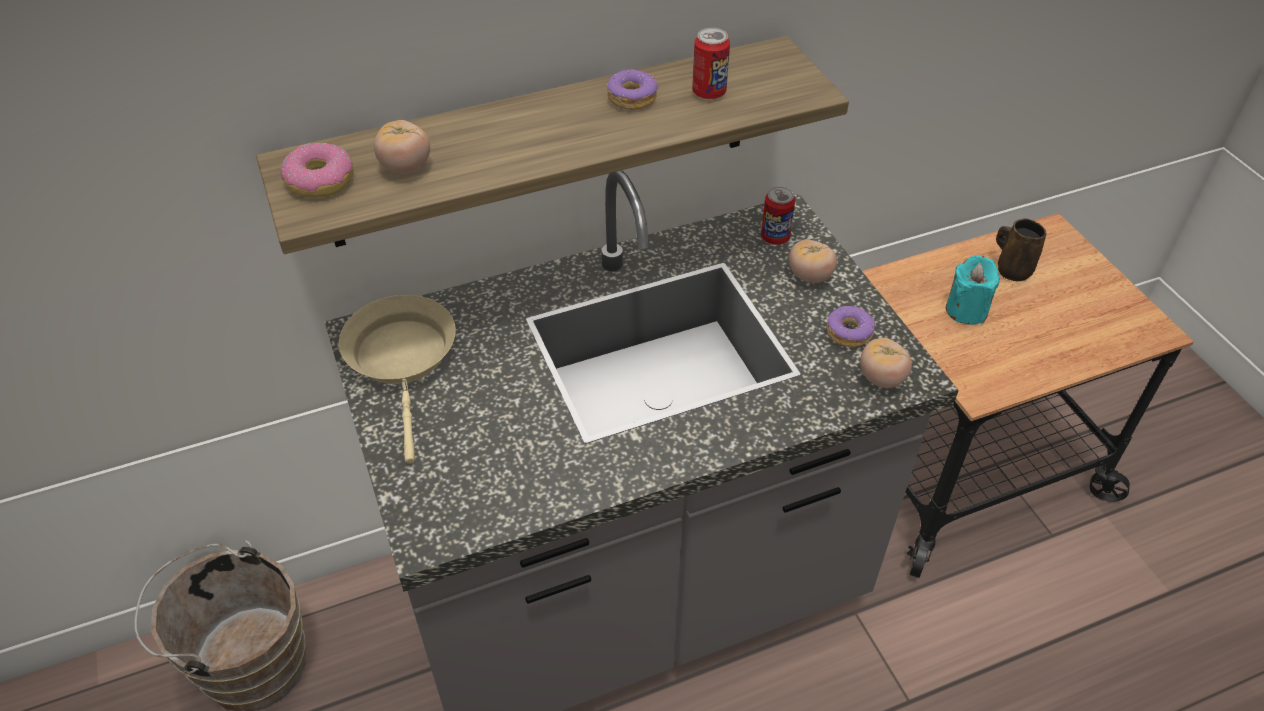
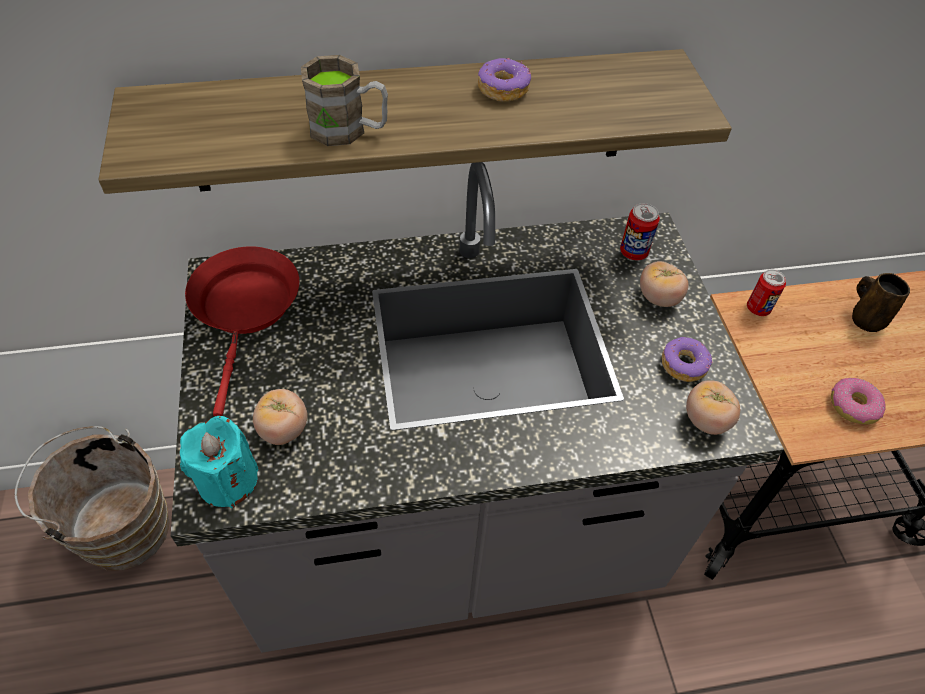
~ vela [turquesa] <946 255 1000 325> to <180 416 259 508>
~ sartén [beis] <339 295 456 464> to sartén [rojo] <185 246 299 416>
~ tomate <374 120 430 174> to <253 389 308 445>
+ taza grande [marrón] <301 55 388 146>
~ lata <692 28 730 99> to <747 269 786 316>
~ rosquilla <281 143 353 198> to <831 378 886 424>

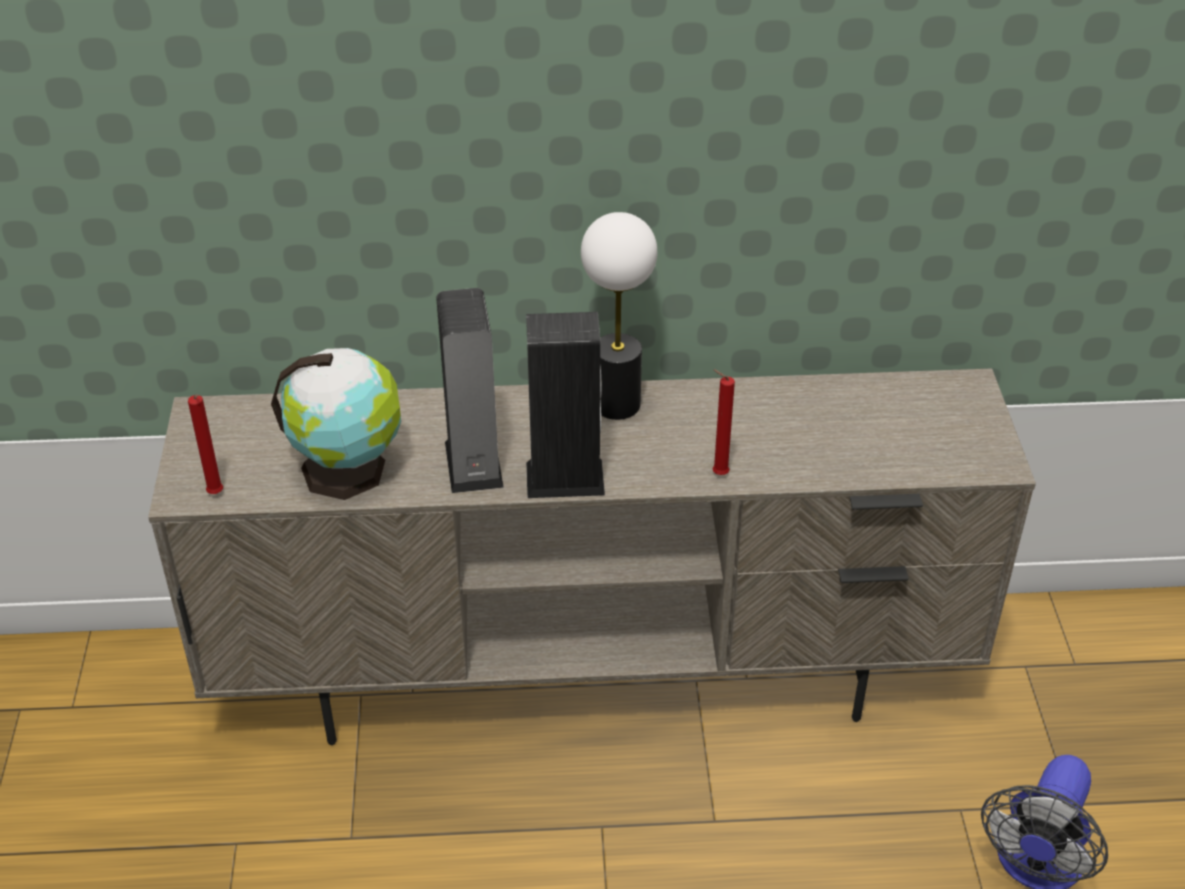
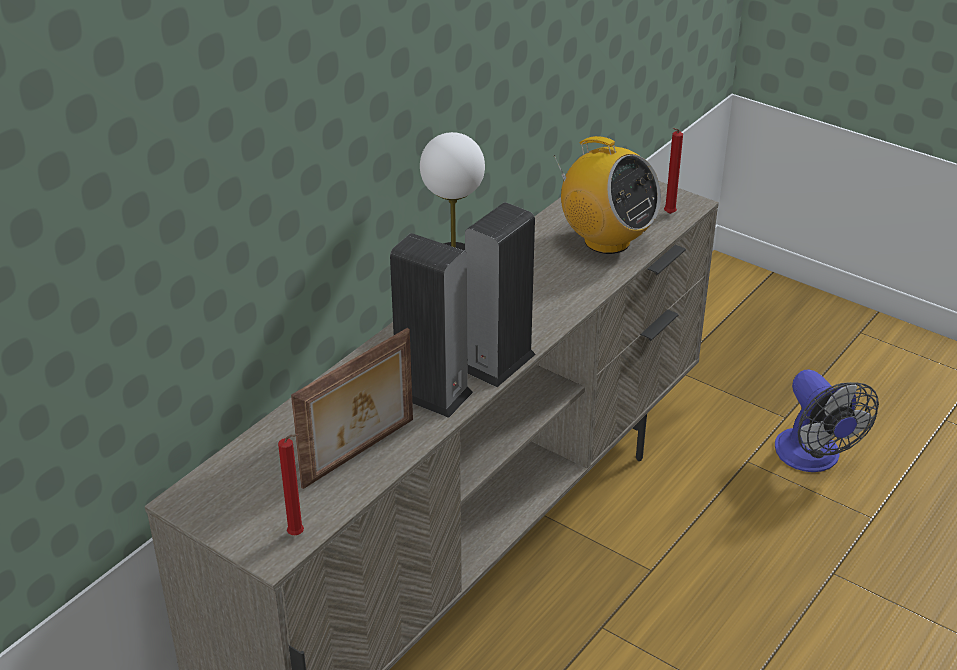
~ globo terráqueo <271 348 401 500> to portarretratos <291 328 413 489>
+ radio <554 136 661 254>
~ vela [rojo] <712 370 735 475> to <664 128 683 214>

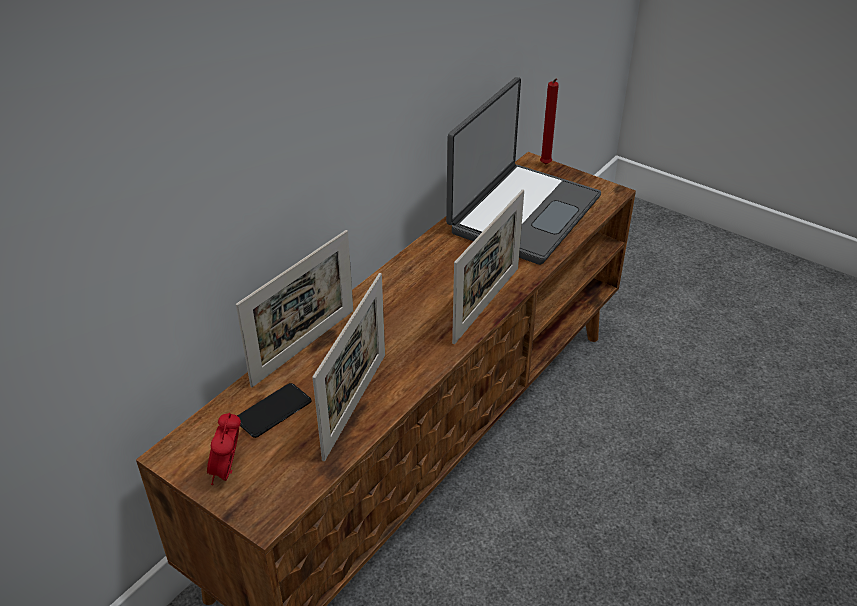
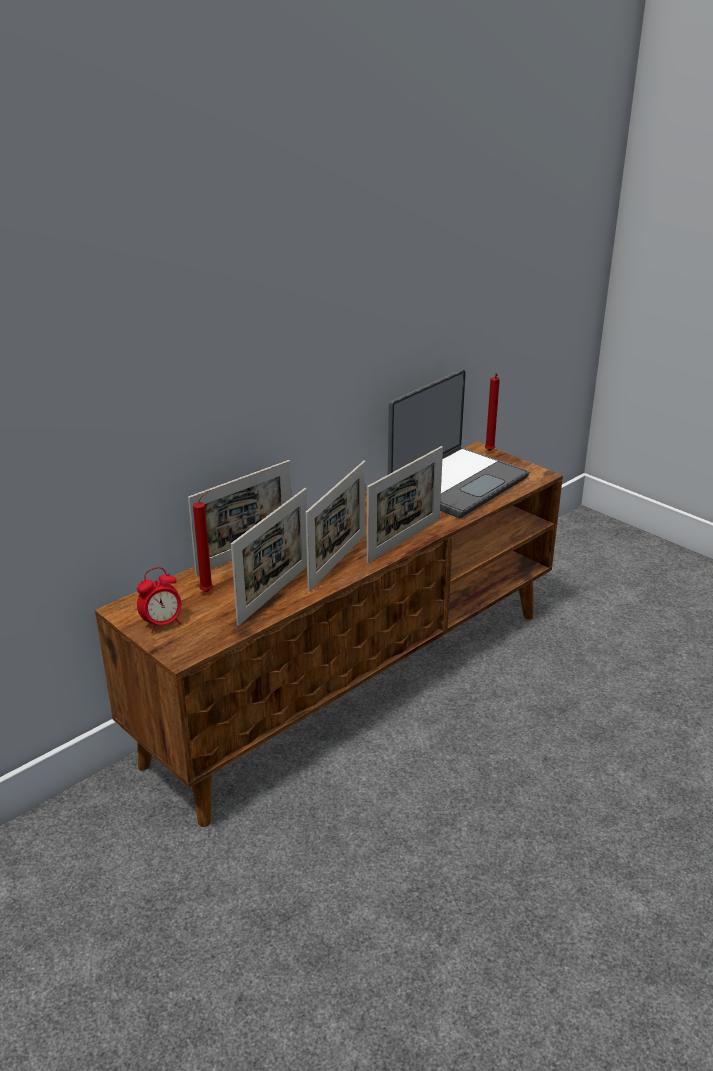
~ despertador <207 413 241 485> = <137 567 181 633> 135 degrees counterclockwise
~ móvil <237 383 312 438> to vela [rojo] <193 491 213 592>
+ portarretratos <306 461 366 591>

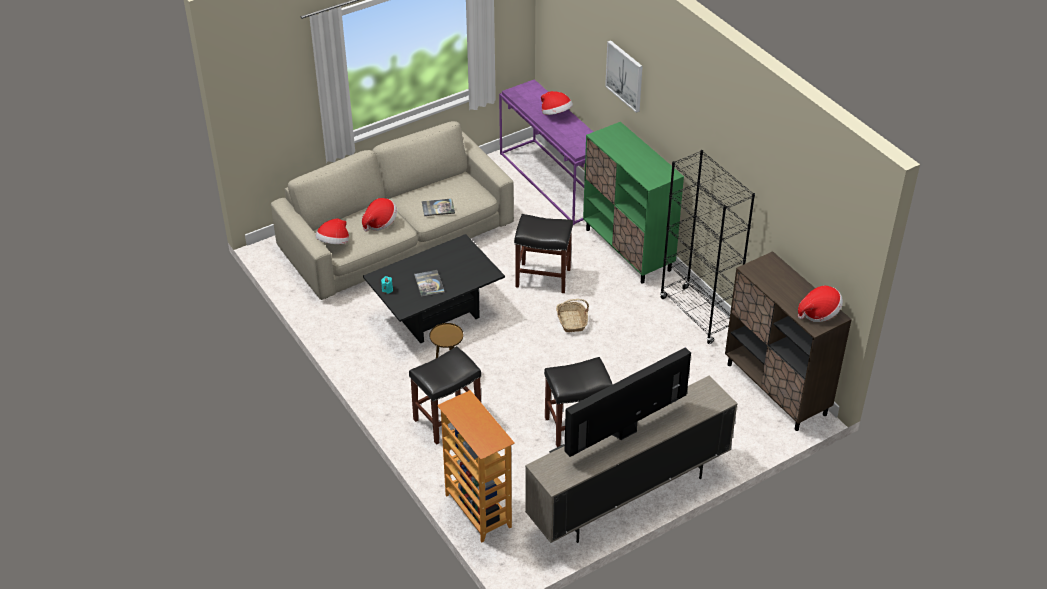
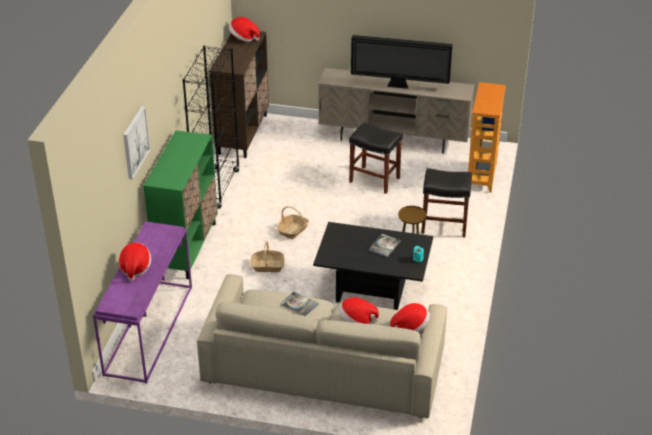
~ taburete [negro] <514 214 573 293> to cesta <251 241 285 272>

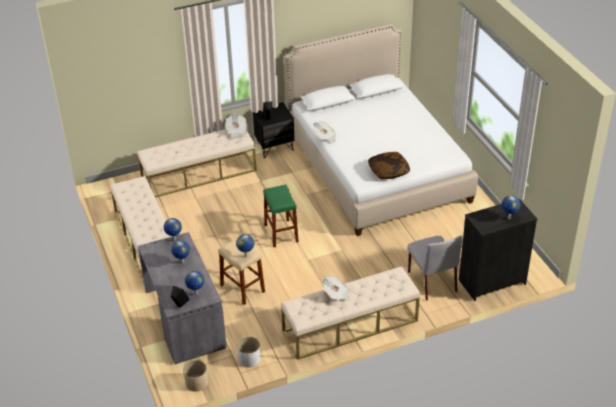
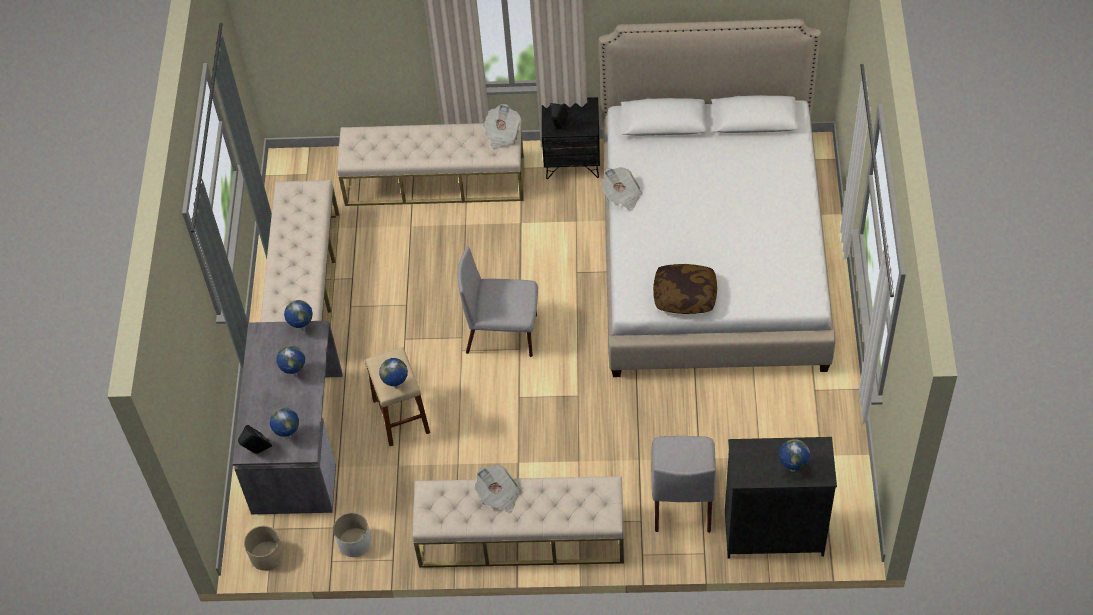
~ taburete [verde] <263 185 299 247> to silla [gris] <457 246 538 357>

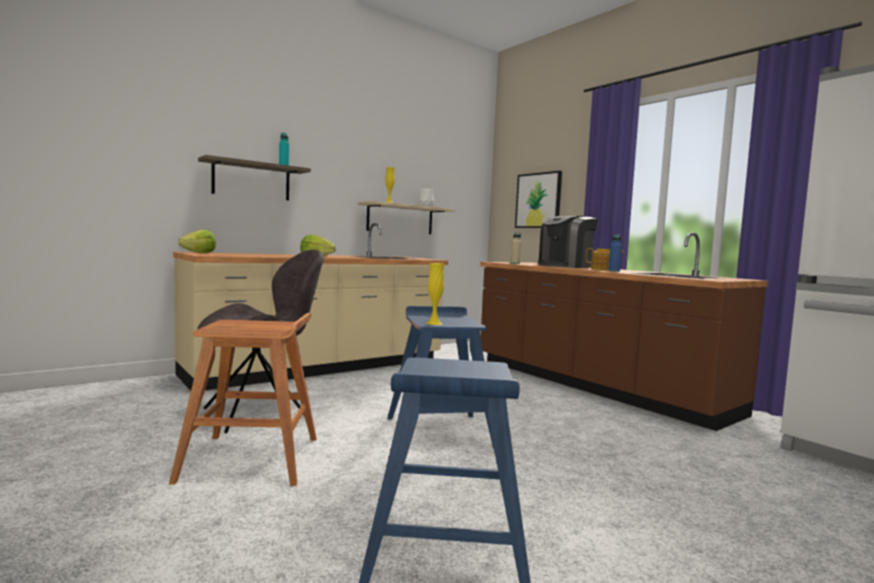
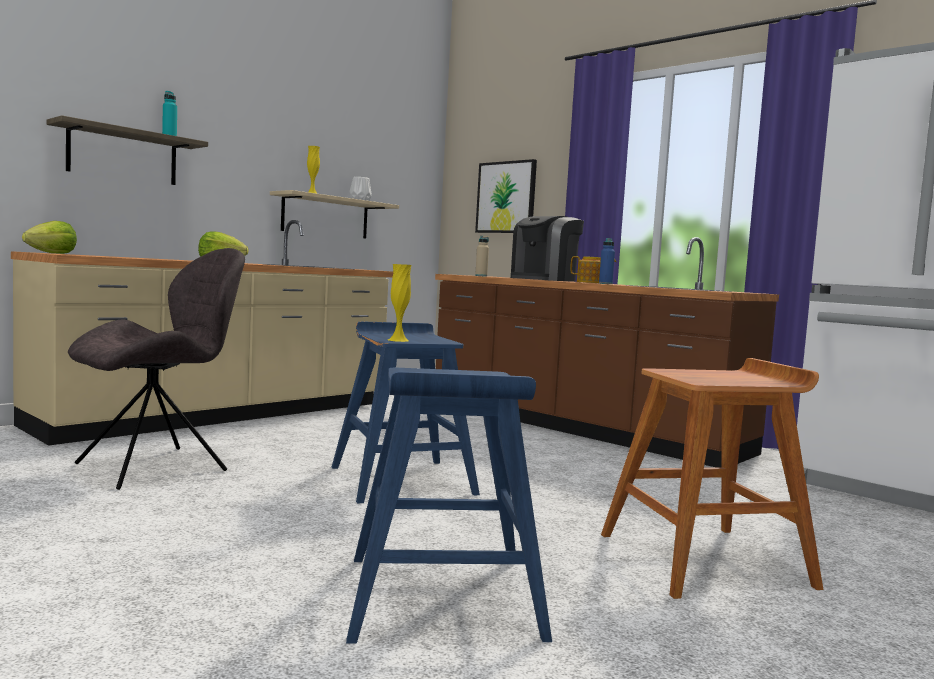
~ taburete [marrón] <169 313 317 486> to <601 358 823 599>

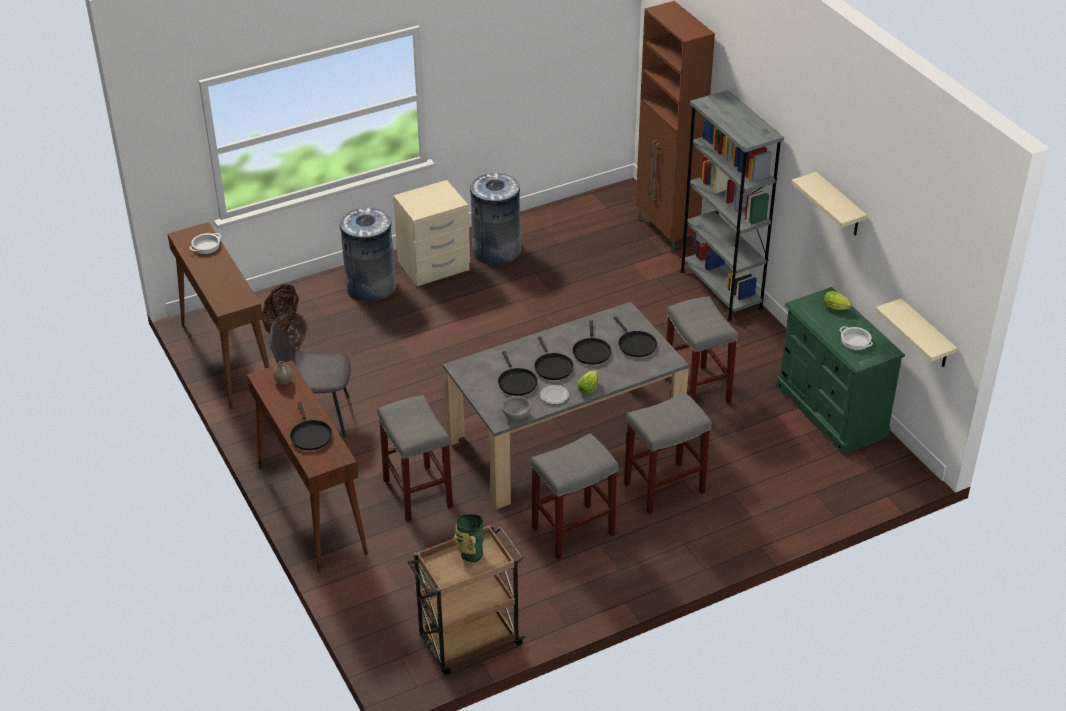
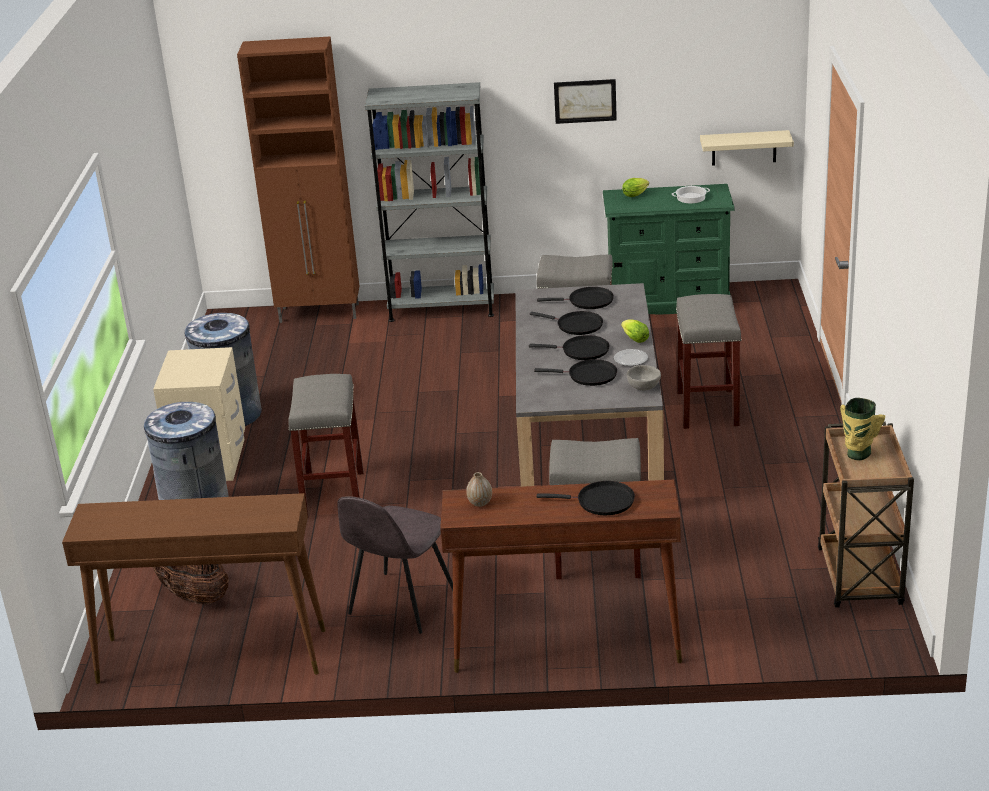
~ taburete [gris] <530 433 619 560> to <288 374 364 516>
~ estante [beis] <791 172 867 236> to cuadro <554 79 617 124>
- olla <189 233 221 254>

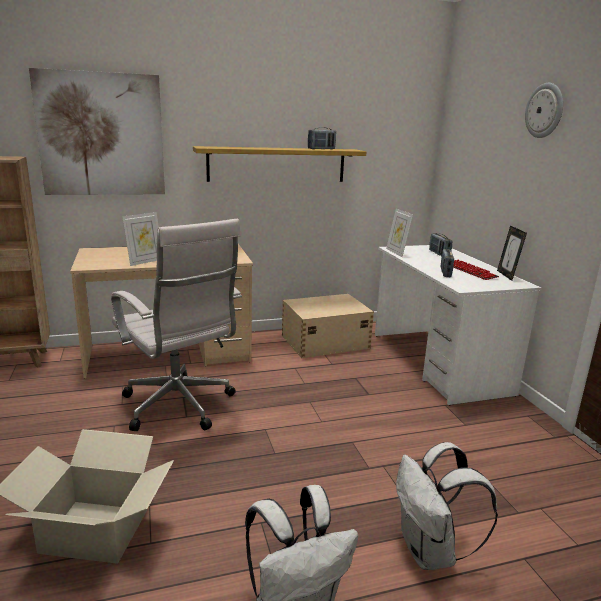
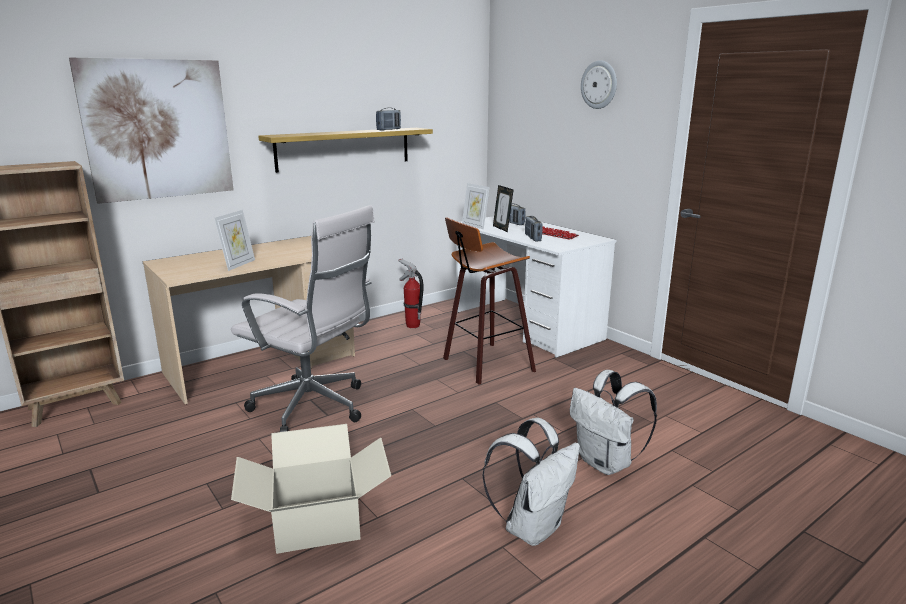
~ caja de almacenaje [beis] <282 294 374 358> to extintor <398 259 424 328>
+ taburete <443 217 536 385>
~ portarretratos <497 225 527 281> to <493 185 514 232>

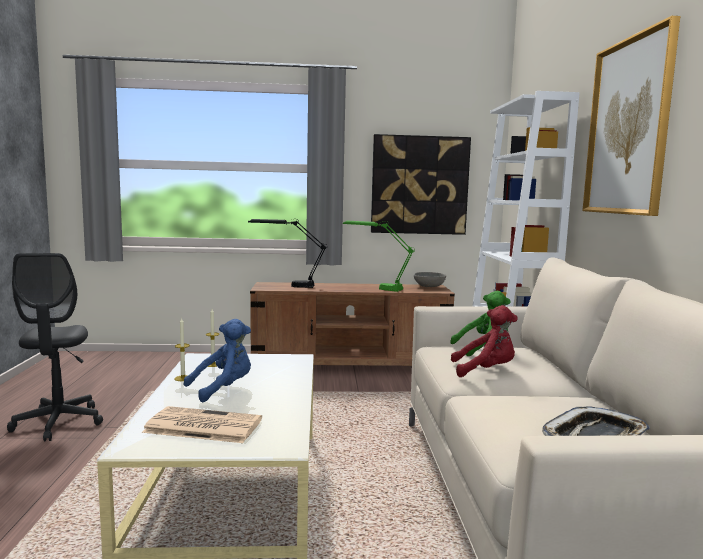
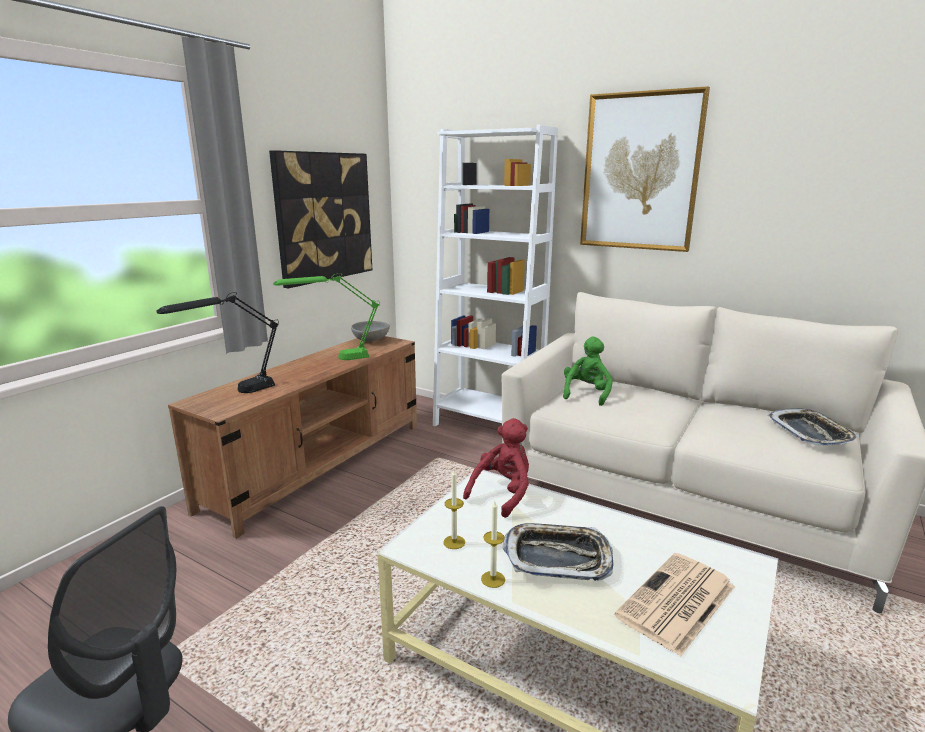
~ peluche [rojo] <451 305 517 377> to <463 418 529 518>
~ peluche [azul] <183 319 251 402> to bandeja <503 523 613 581>

